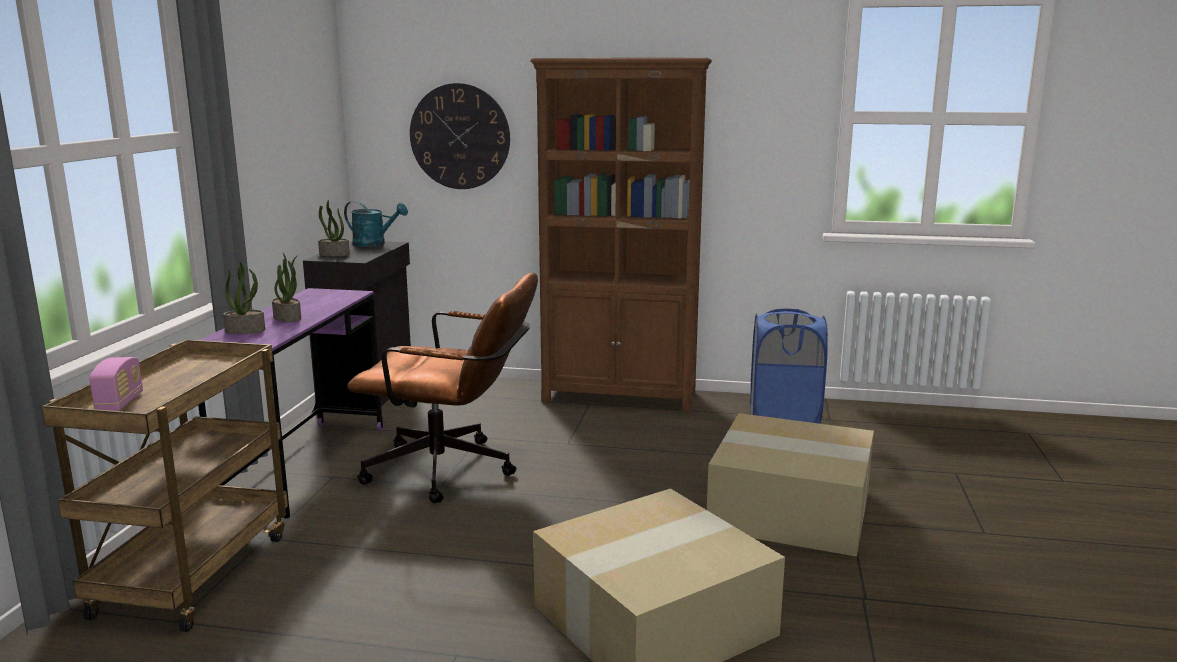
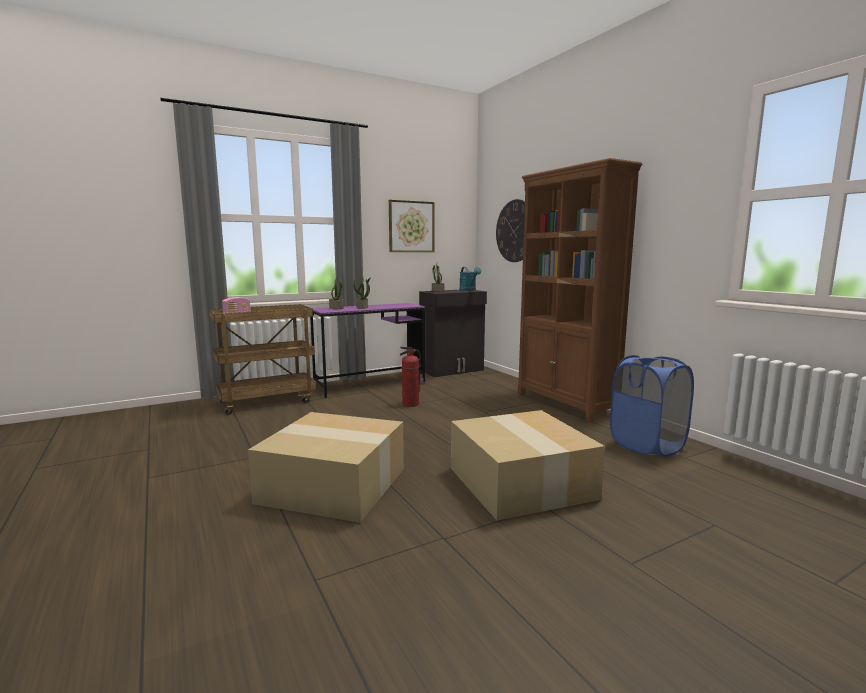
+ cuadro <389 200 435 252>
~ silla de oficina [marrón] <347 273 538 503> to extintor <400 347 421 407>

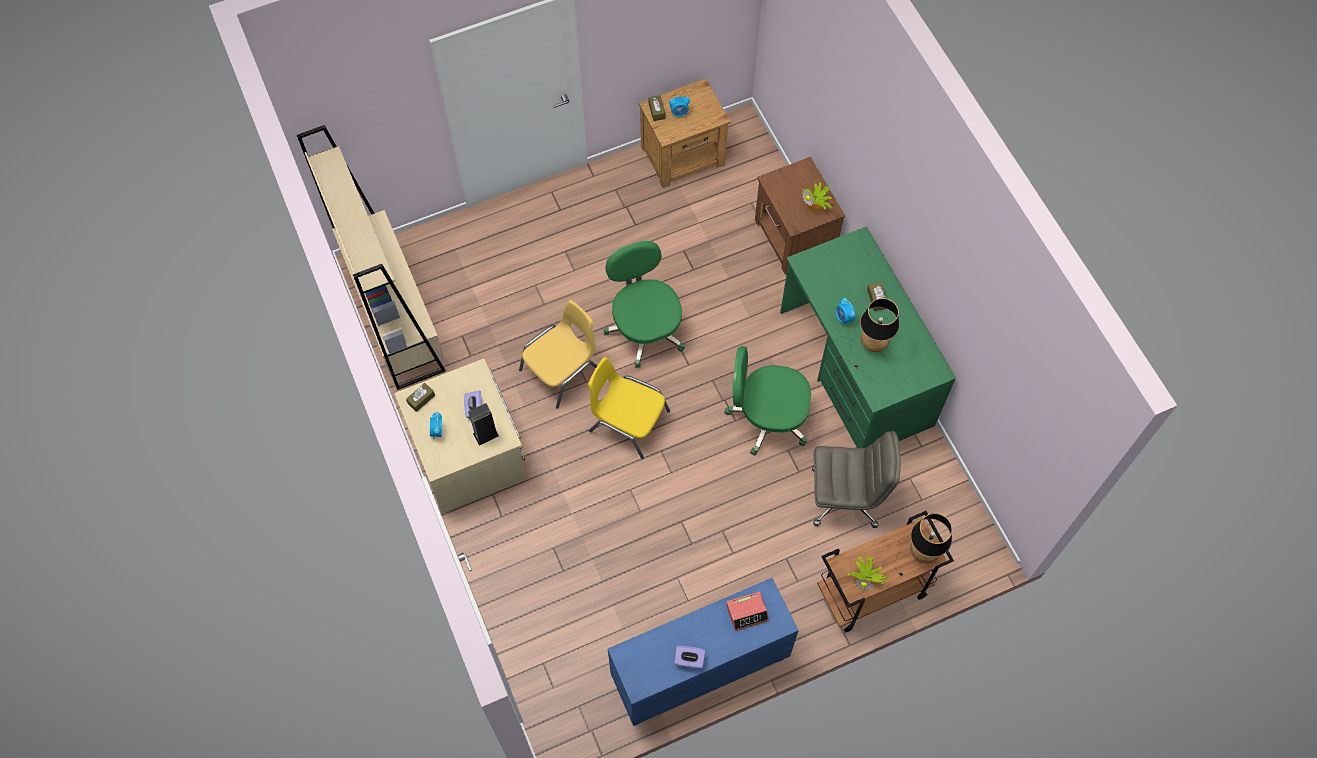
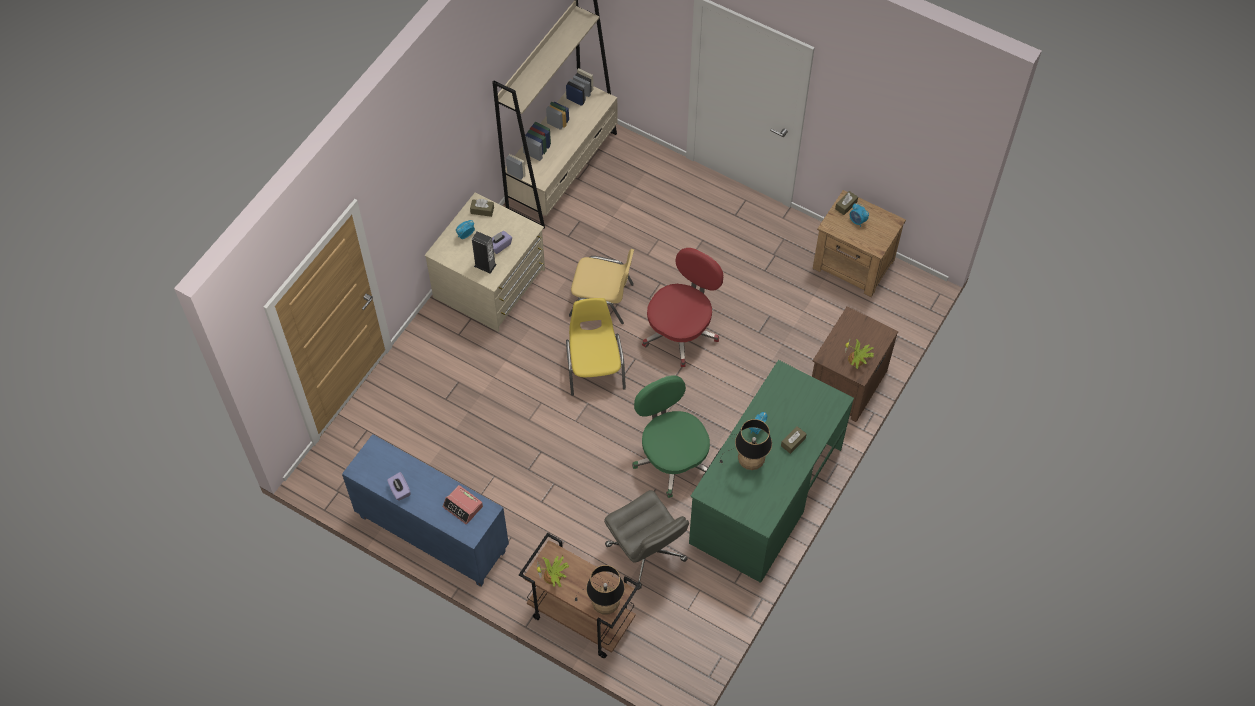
~ silla de oficina [verde] <604 241 685 368> to silla de oficina [rojo] <642 248 723 367>

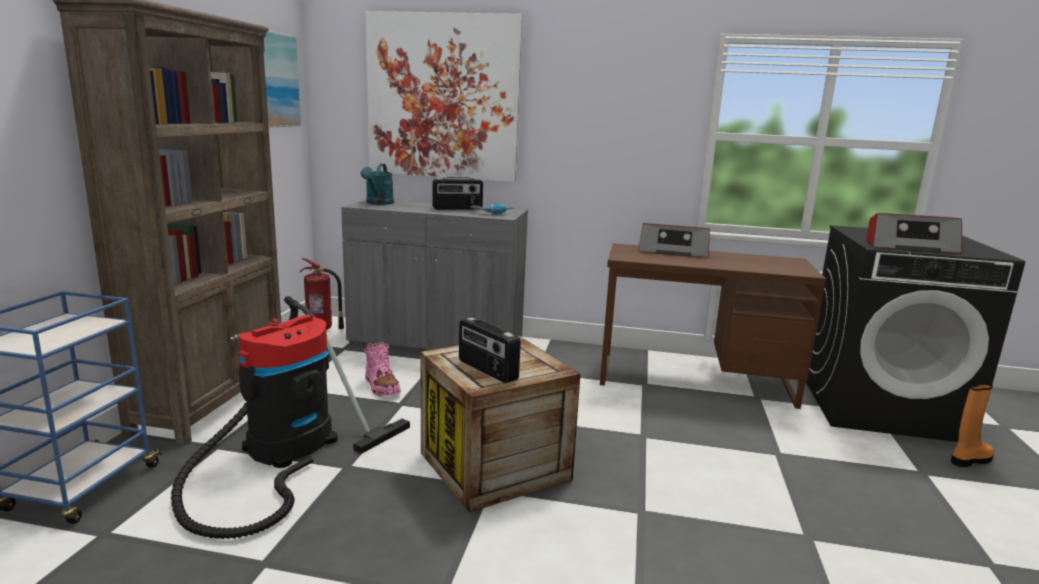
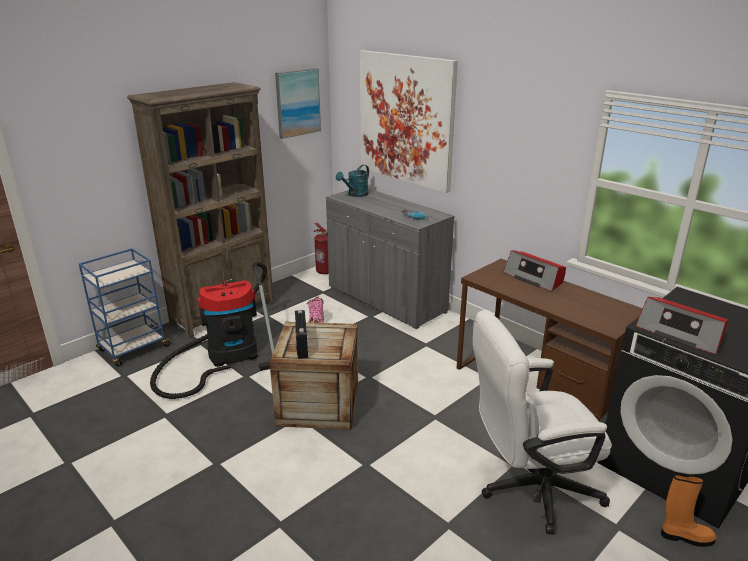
+ silla de oficina [blanco] <473 310 612 535>
- radio <432 177 483 210>

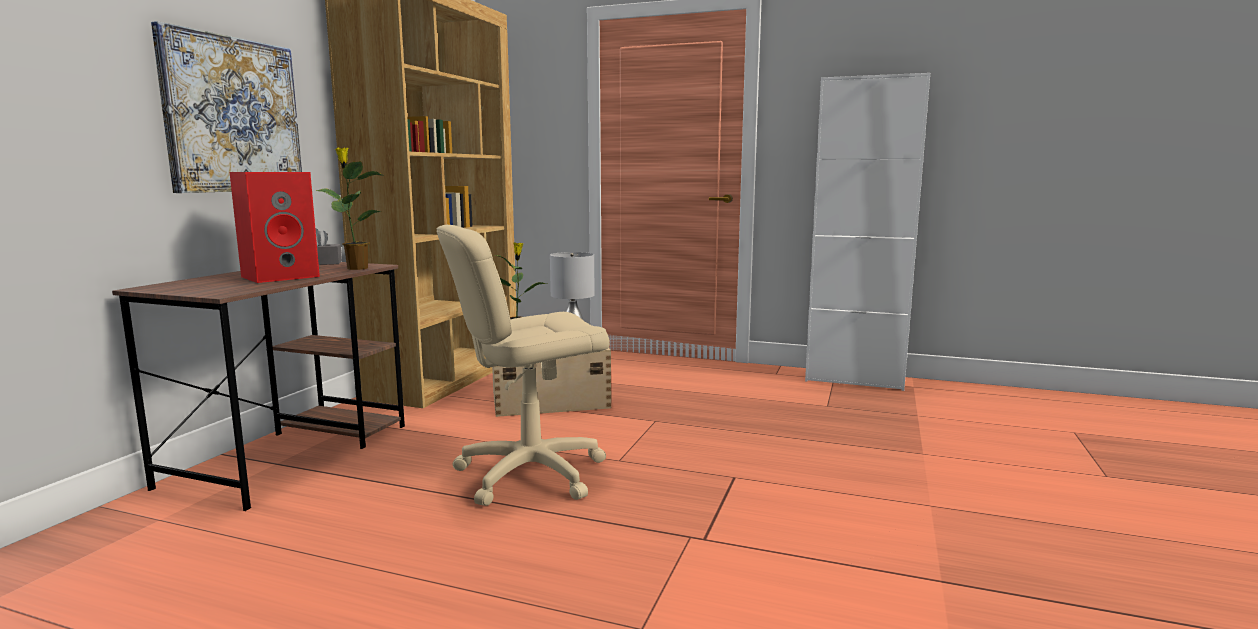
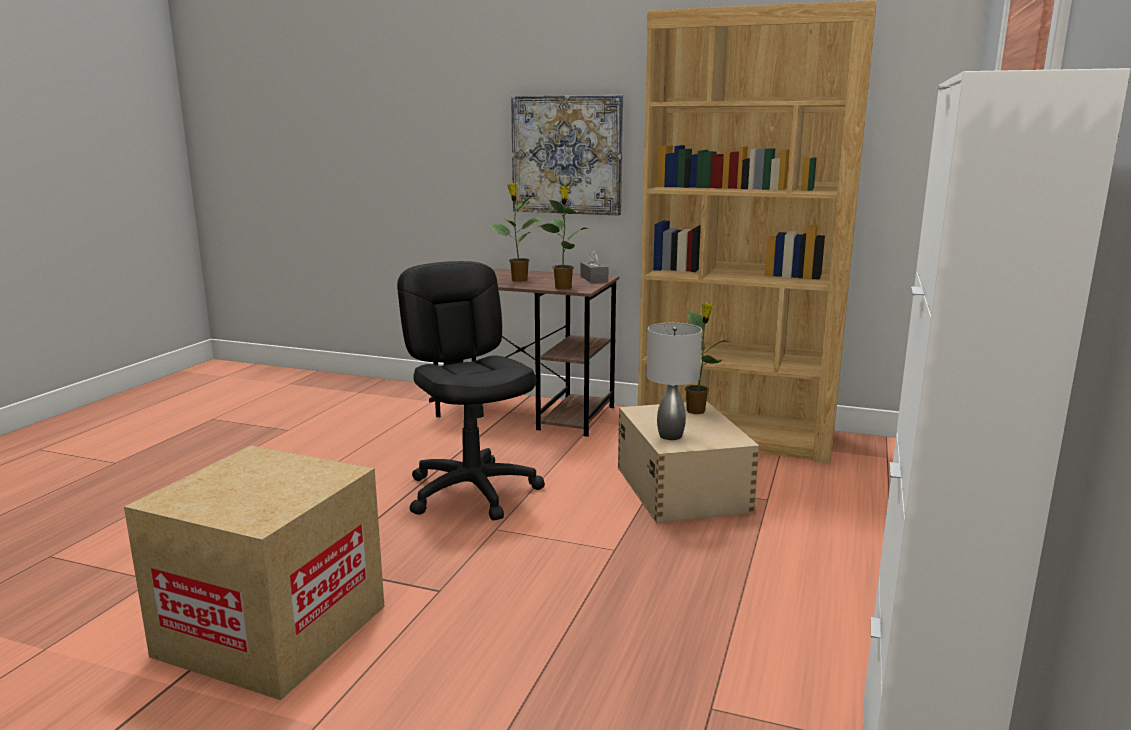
+ caja de cartón <124 445 385 700>
~ silla de oficina [beis] <436 225 610 506> to silla de oficina [negro] <397 261 545 520>
~ altavoz [rojo] <229 172 320 283> to planta en maceta <487 183 546 282>

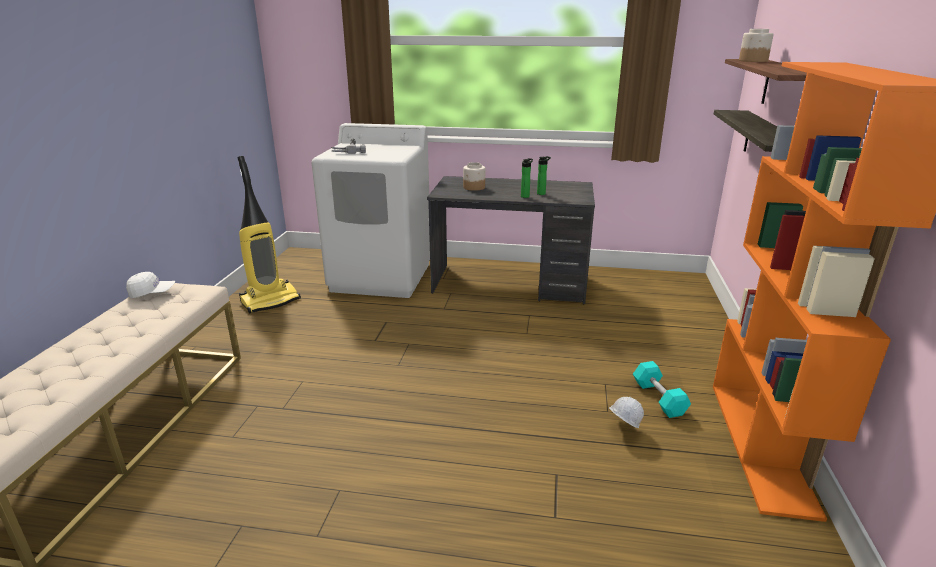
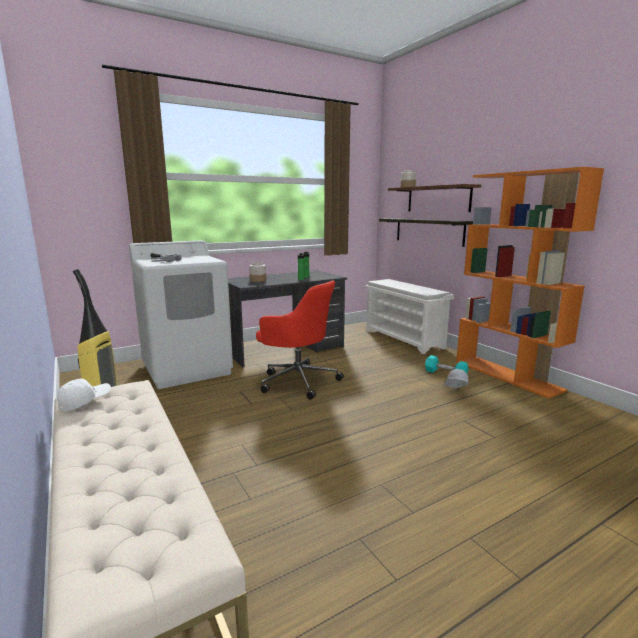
+ silla de oficina [rojo] <256 281 344 400>
+ zapatero [blanco] <365 279 454 354>

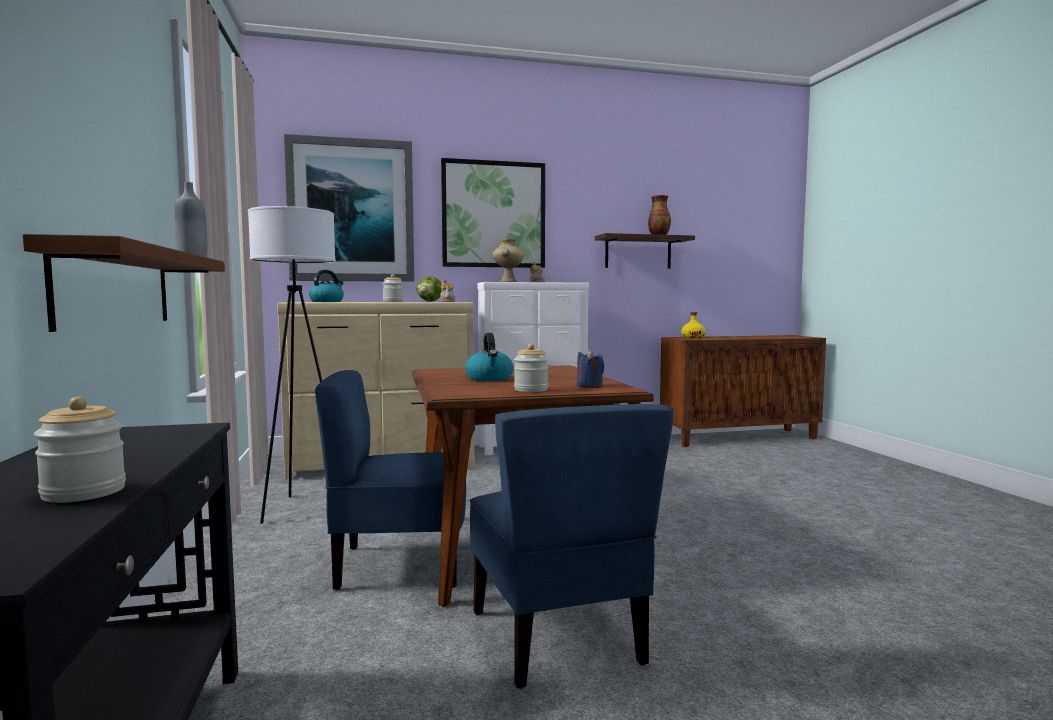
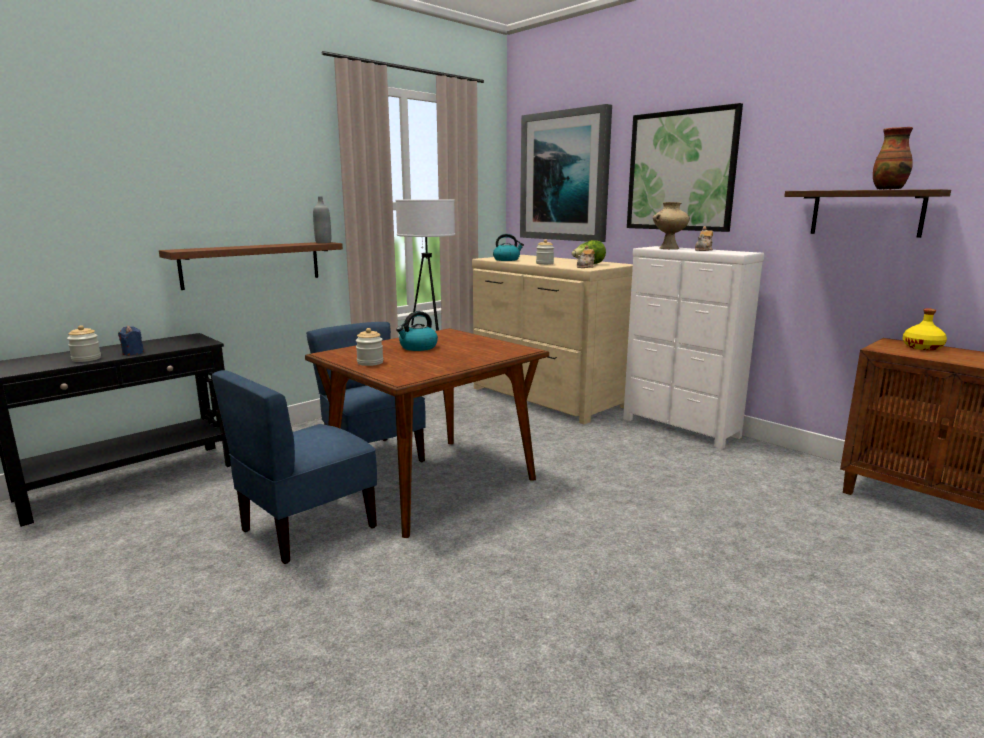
~ vela [azul] <577 349 604 388> to <118 326 144 355>

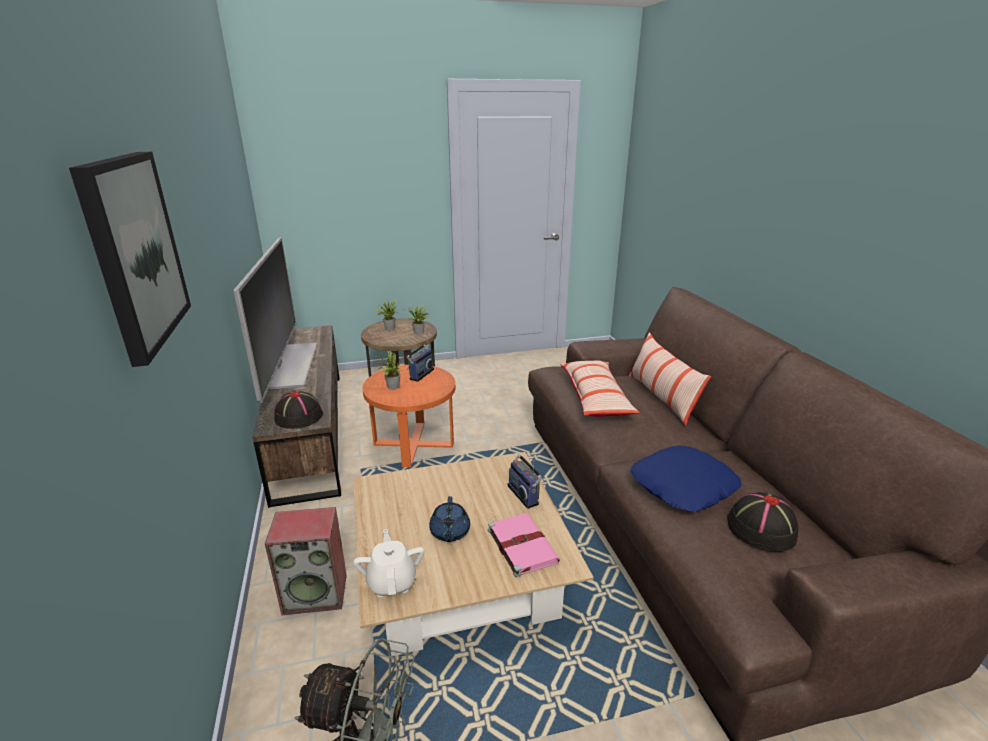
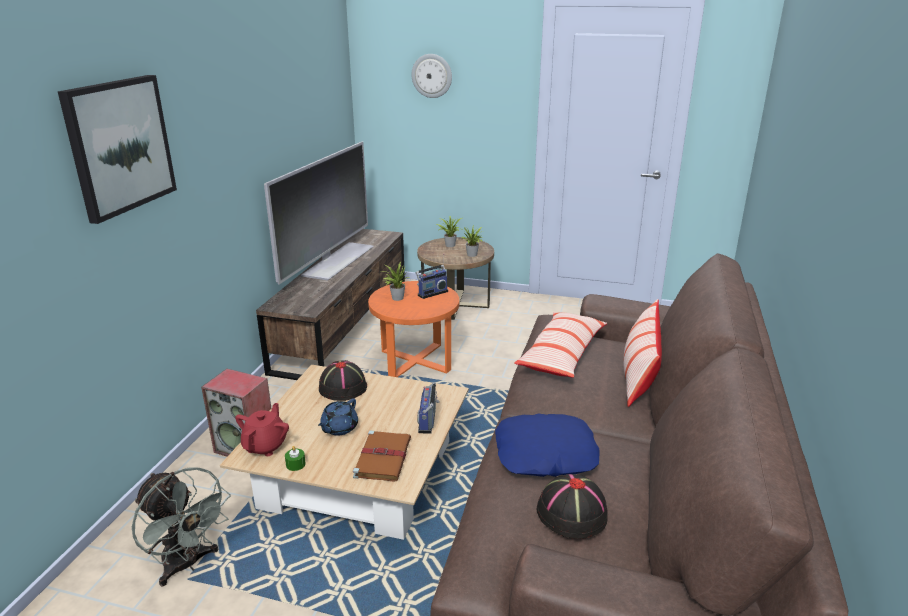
~ tetera [blanco] <353 529 424 597> to tetera [rojo] <235 403 289 456>
+ vela [verde] <285 446 306 471>
~ sombrero [negro] <274 391 323 429> to <319 360 367 401>
~ libro [rosa] <488 513 560 578> to libro [marrón] <353 430 411 482>
+ reloj de pared <411 54 452 98>

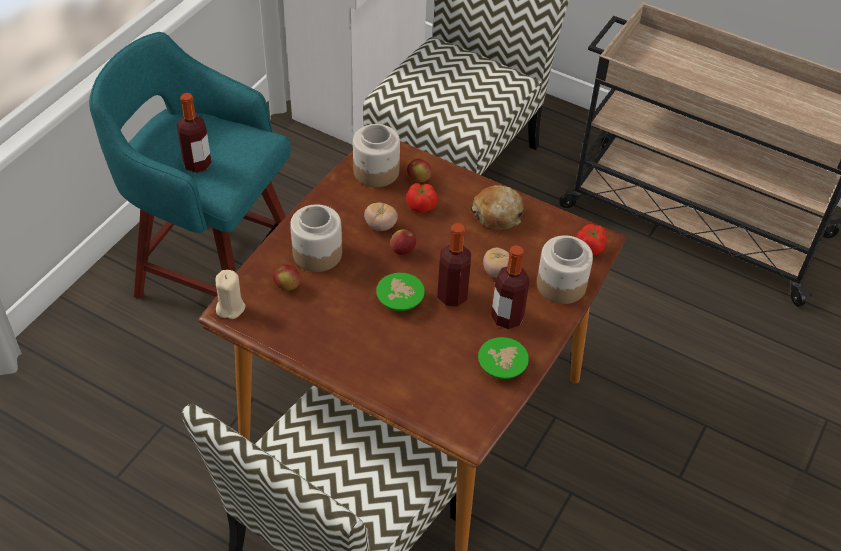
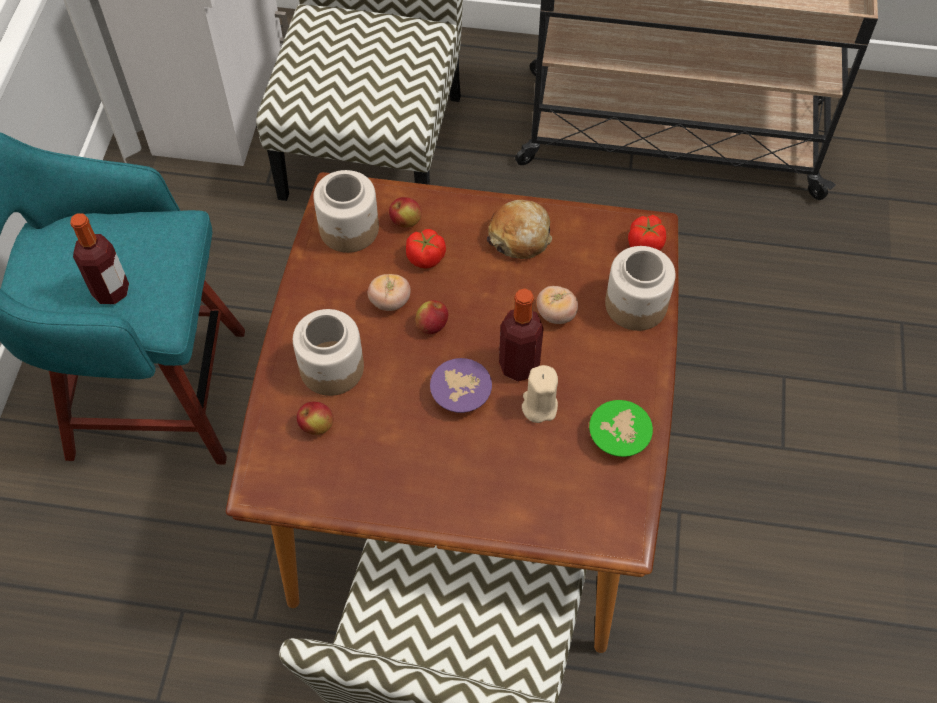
~ cuenco [verde] <376 273 425 311> to cuenco [morado] <430 358 492 413>
~ vela [beis] <215 270 245 319> to <522 365 558 423>
- botella <491 245 530 329>

